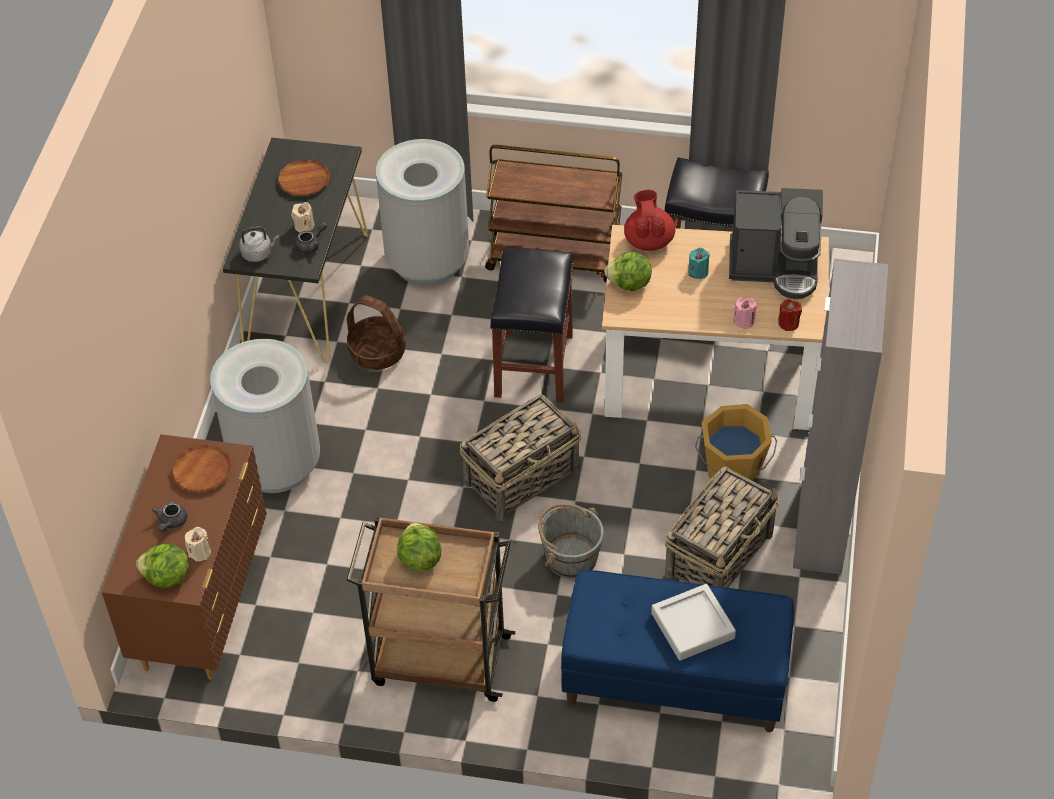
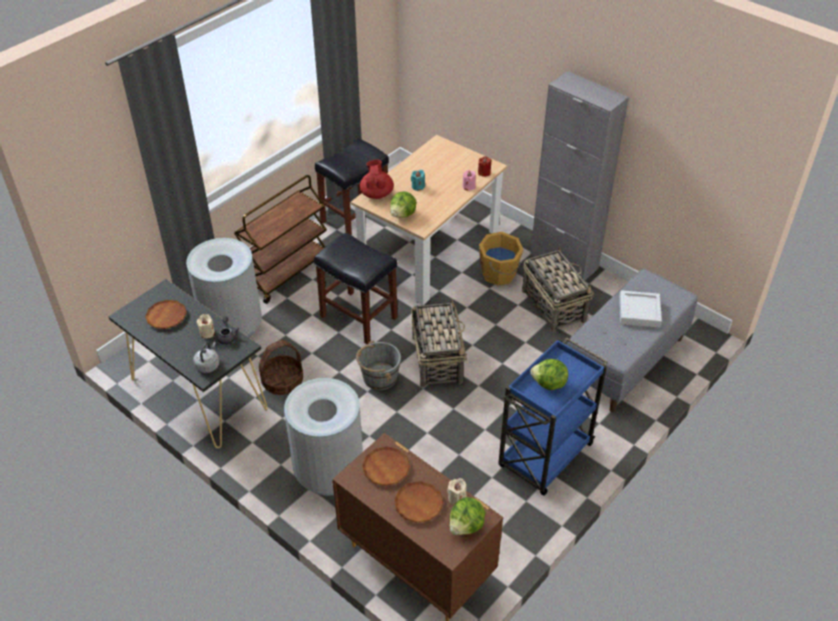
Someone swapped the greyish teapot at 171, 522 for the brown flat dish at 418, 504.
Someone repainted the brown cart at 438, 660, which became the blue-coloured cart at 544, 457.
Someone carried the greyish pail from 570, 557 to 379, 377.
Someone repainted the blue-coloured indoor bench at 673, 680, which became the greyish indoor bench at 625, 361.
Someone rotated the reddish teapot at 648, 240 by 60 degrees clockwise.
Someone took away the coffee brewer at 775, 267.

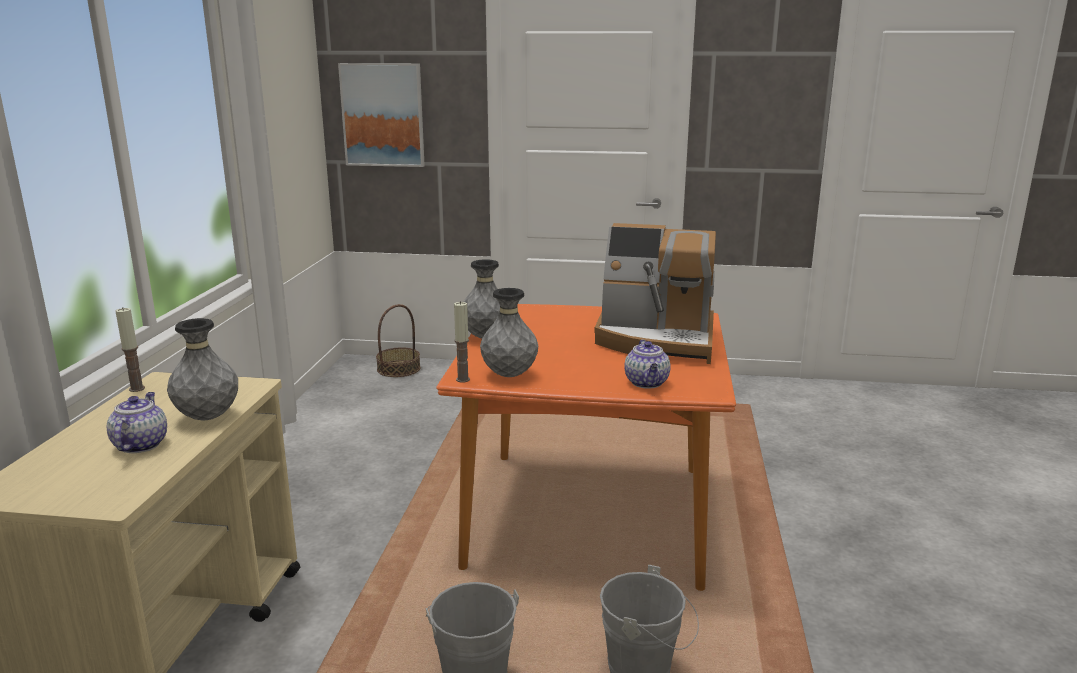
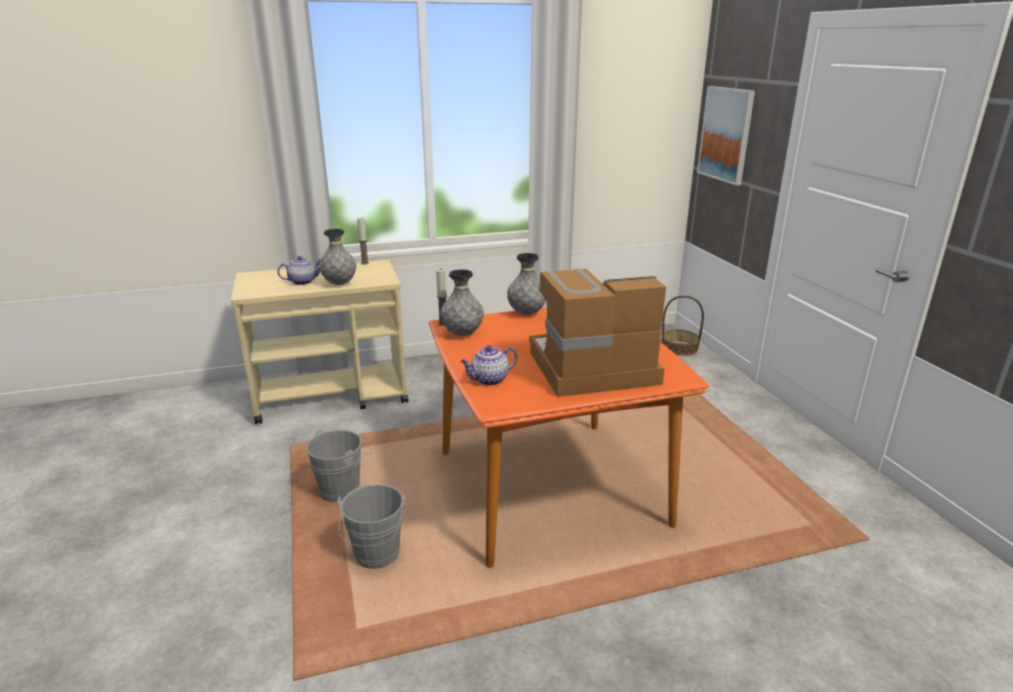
Someone rotated the coffee brewer at 657, 340 by 90 degrees clockwise.

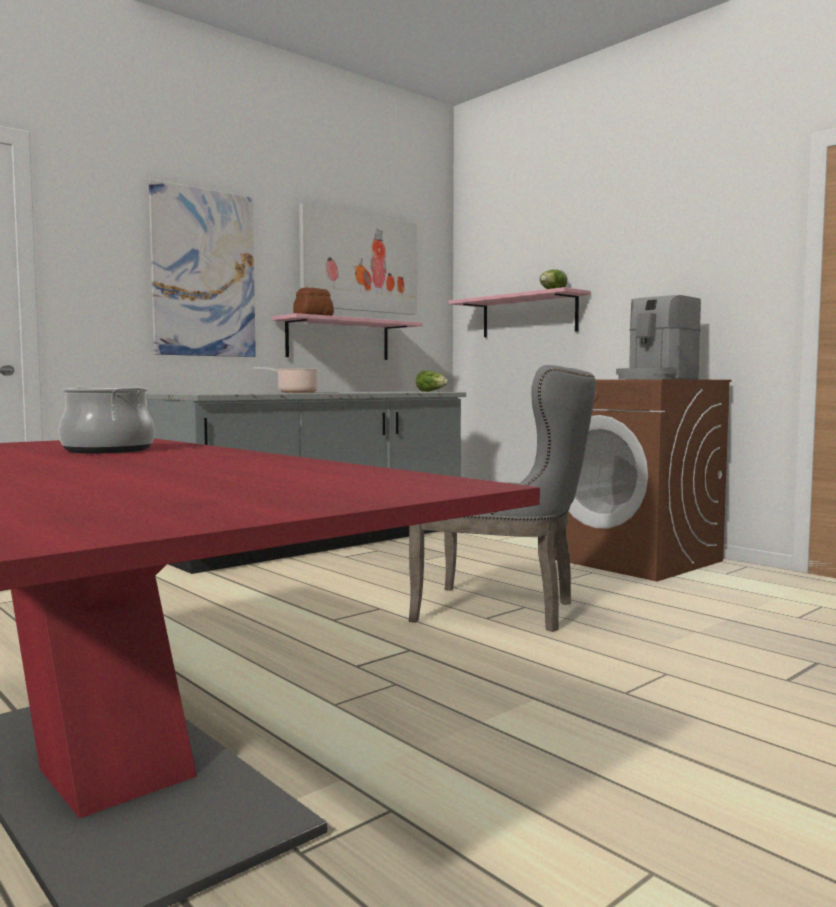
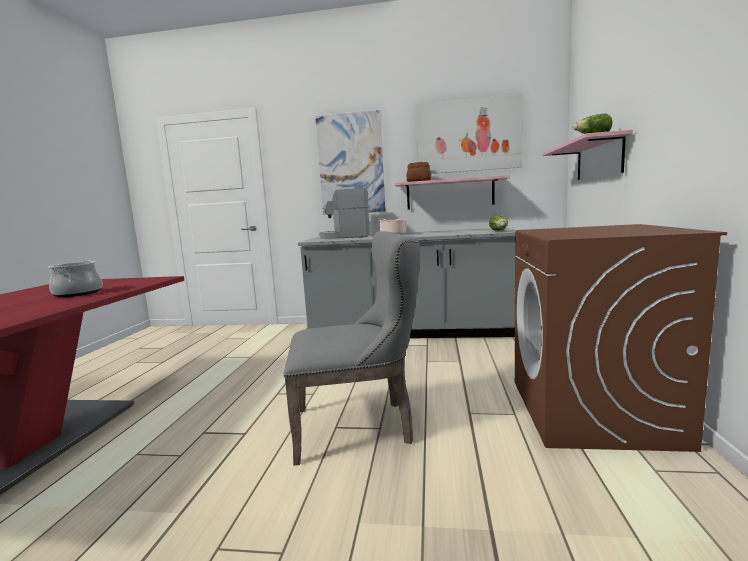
Someone rotated the greyish plain chair at 506, 611 by 75 degrees counterclockwise.
Someone carried the coffee brewer from 655, 379 to 345, 237.

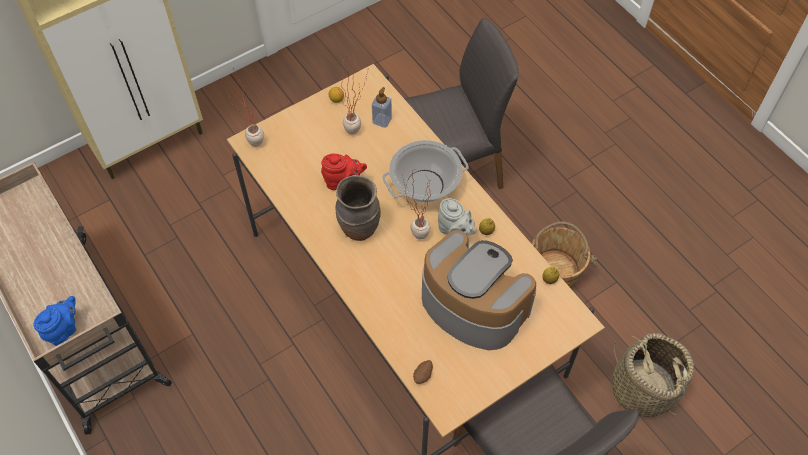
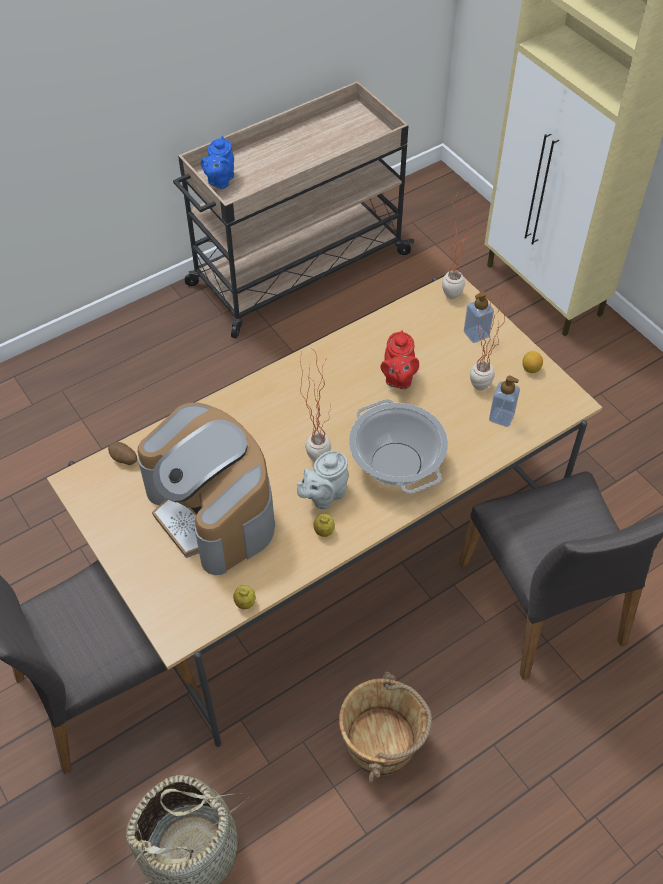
Someone rotated the blue-coloured teapot at 64, 330 by 75 degrees clockwise.
Someone took away the brown flower vase at 358, 228.
Someone rotated the coffee brewer at 472, 305 by 105 degrees clockwise.
Someone put down the liquid soap bottle at 476, 334.

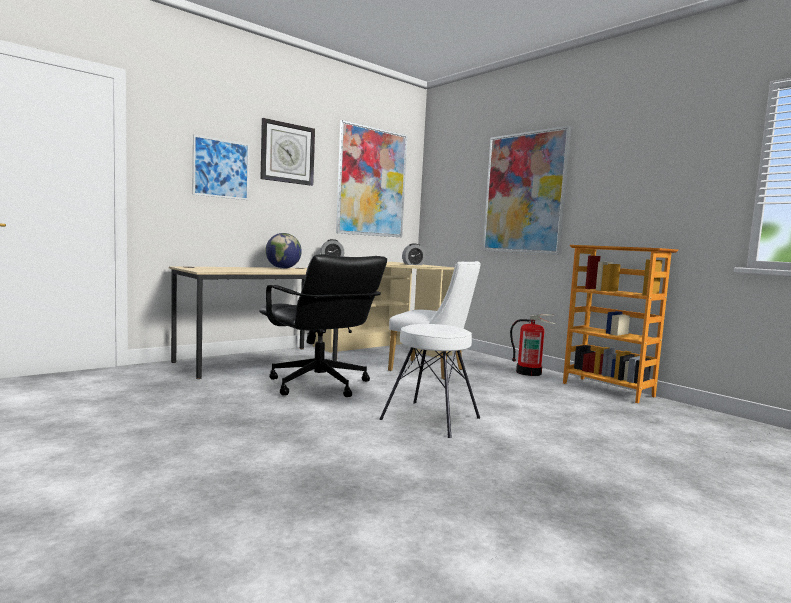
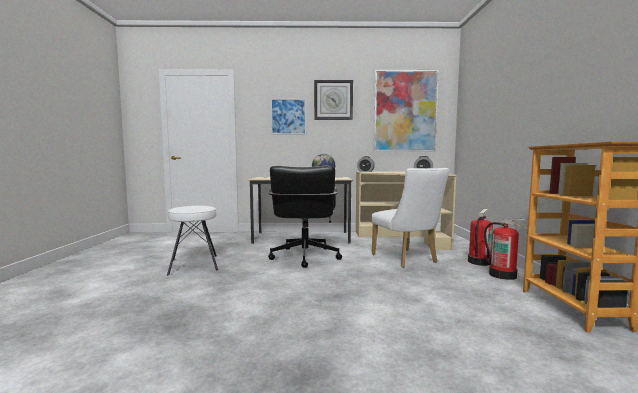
Someone carried the white stool from 430, 418 to 194, 264.
Someone took away the picture at 524, 193.
Someone put down the fire extinguisher at 479, 262.

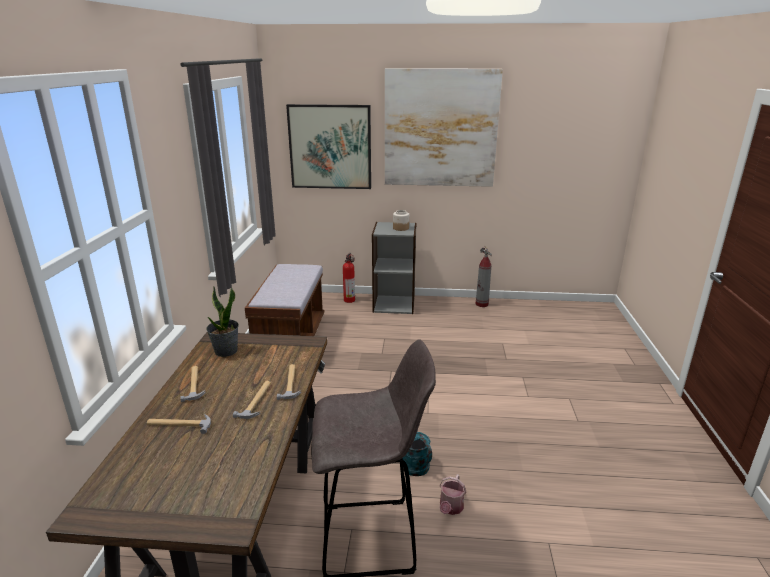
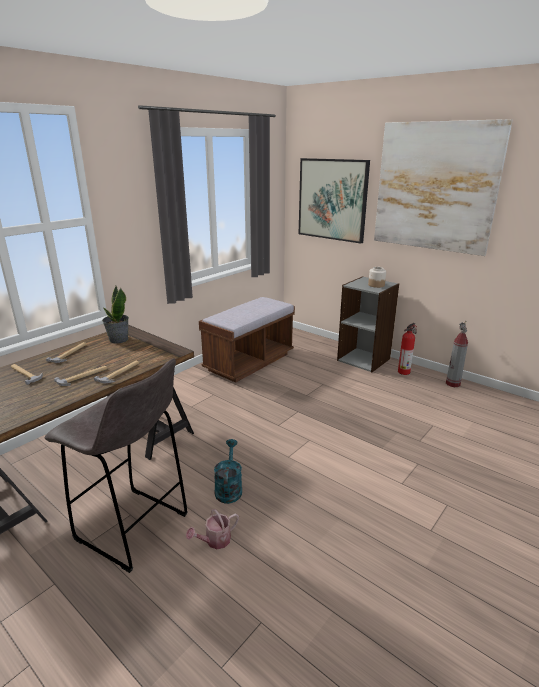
Someone carried the fire extinguisher from 349, 300 to 404, 371.

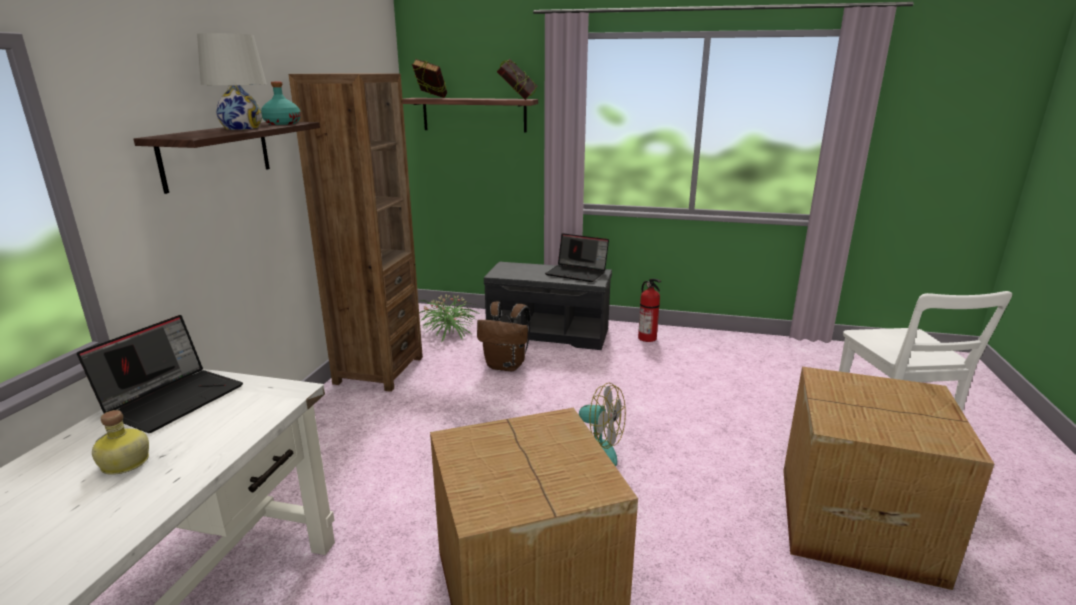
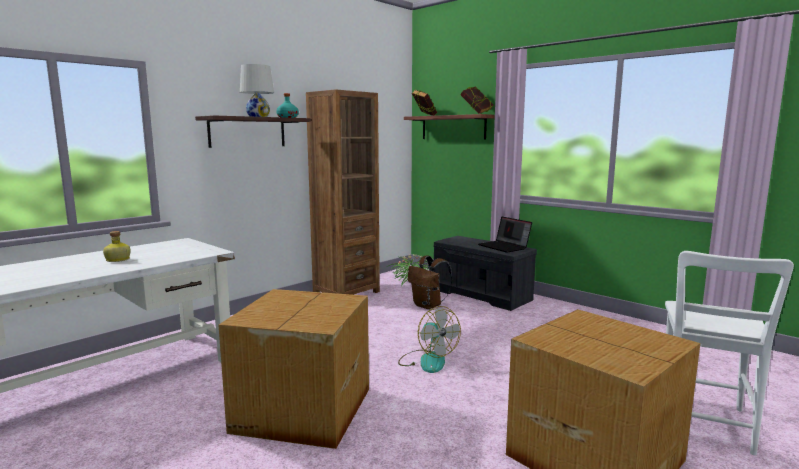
Someone took away the notebook computer at 173, 398.
Someone took away the fire extinguisher at 648, 338.

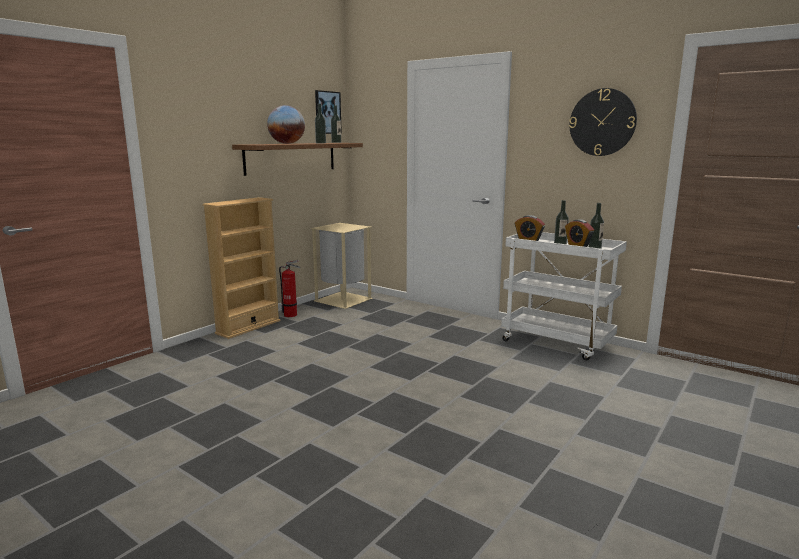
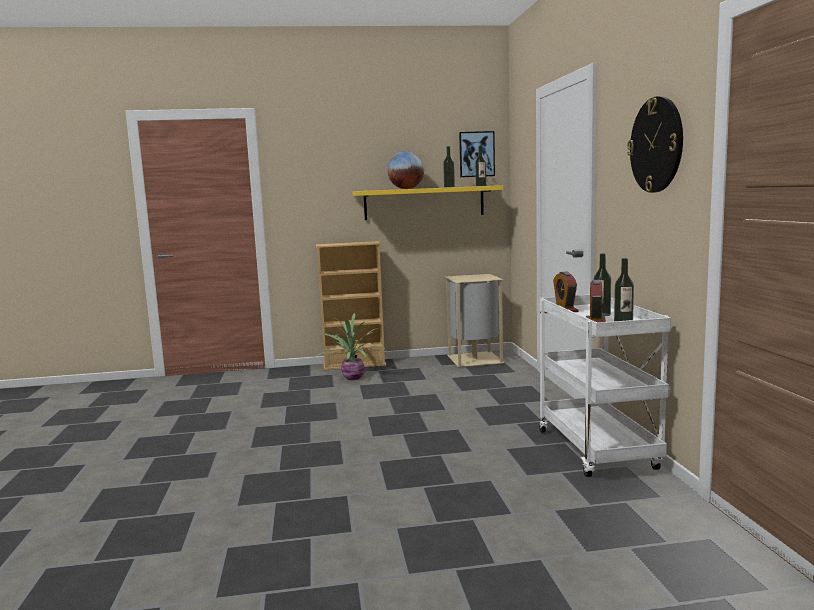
Someone repainted the brown wall shelf at 291, 157, which became the yellow-coloured wall shelf at 424, 203.
Someone took away the fire extinguisher at 292, 315.
Someone put down the plant in a pot at 352, 378.

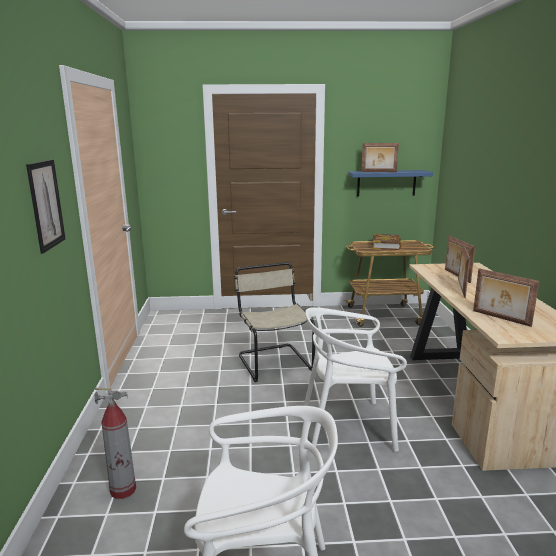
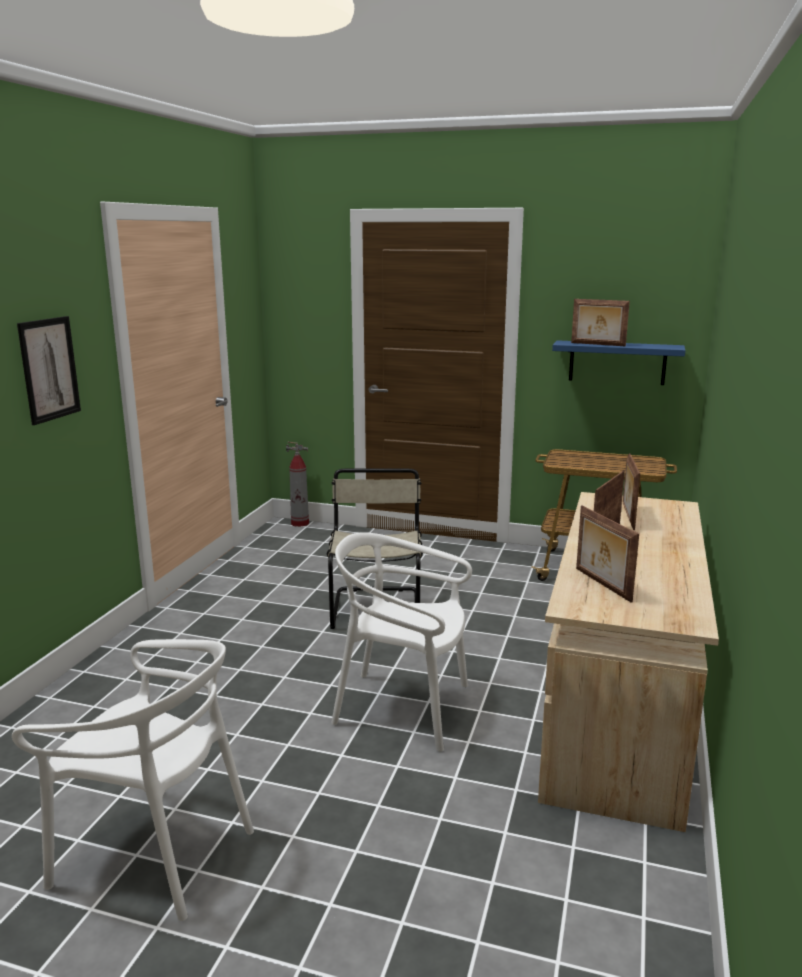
Someone carried the fire extinguisher from 123, 490 to 300, 523.
Someone took away the book at 386, 245.

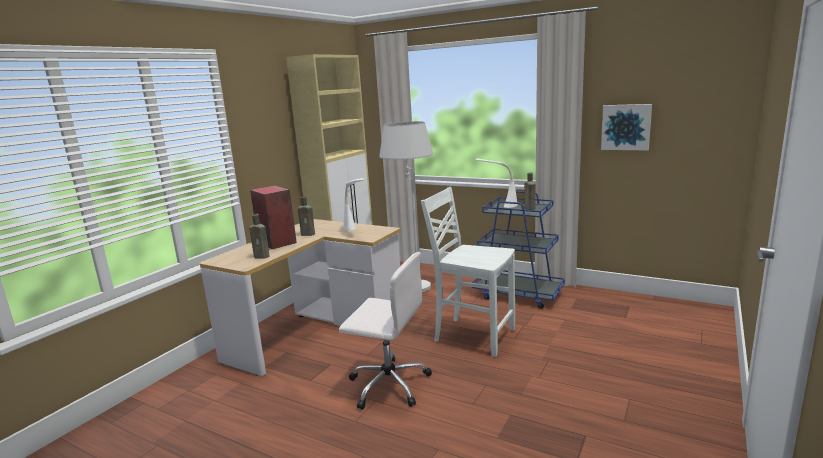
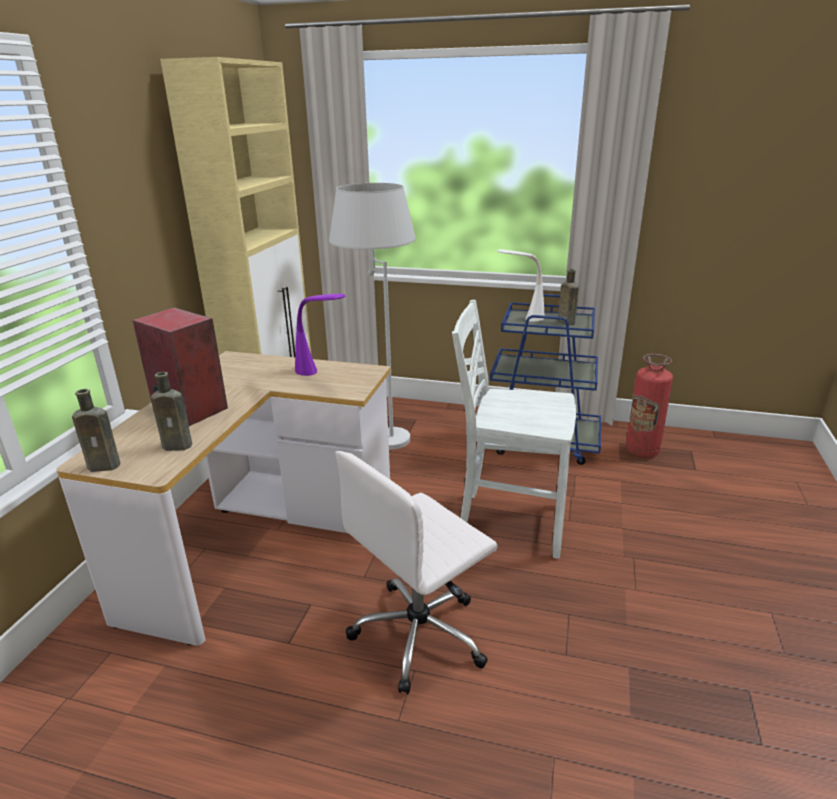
Someone carried the brown bottle from 309, 234 to 106, 466.
Someone rotated the white office chair at 388, 384 by 135 degrees clockwise.
Someone repainted the white table lamp at 356, 232, which became the purplish table lamp at 322, 380.
Someone took away the picture at 626, 127.
Someone put down the fire extinguisher at 642, 451.

